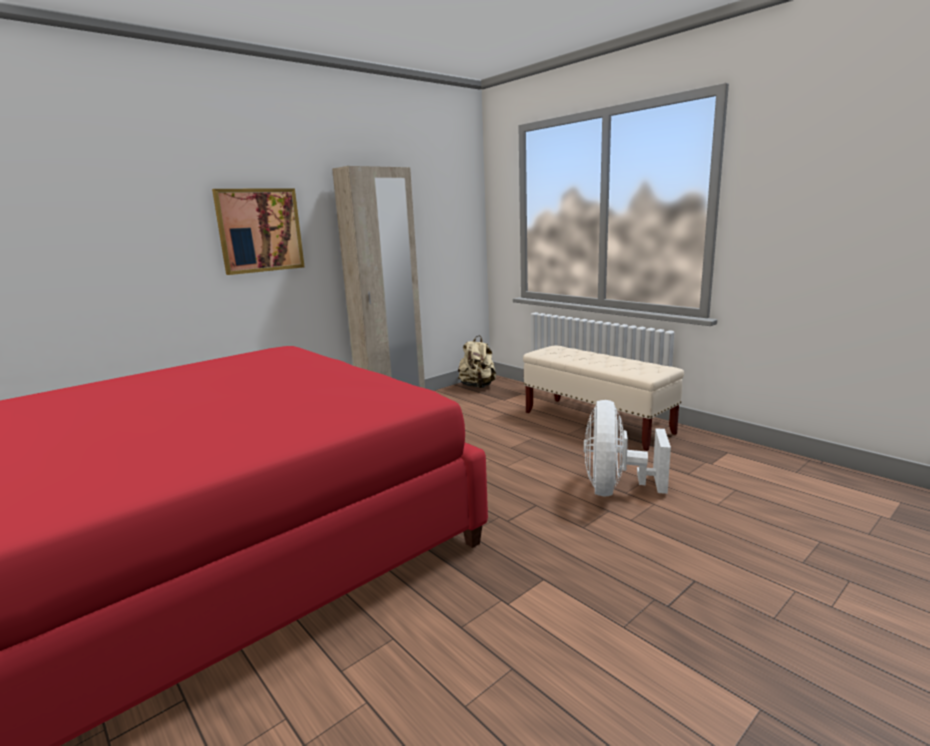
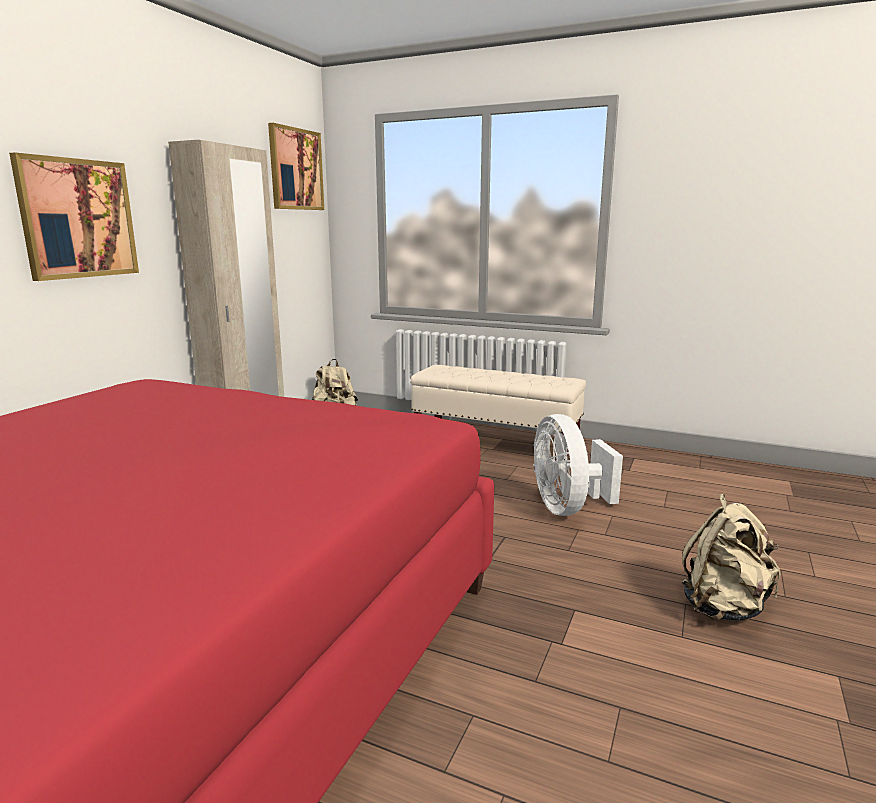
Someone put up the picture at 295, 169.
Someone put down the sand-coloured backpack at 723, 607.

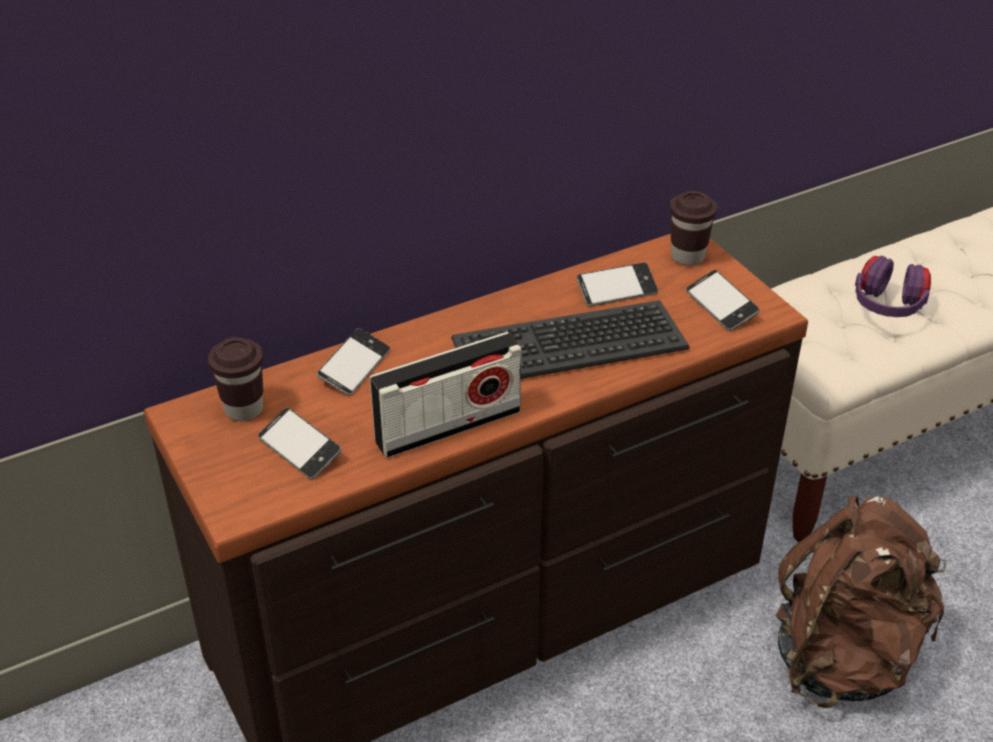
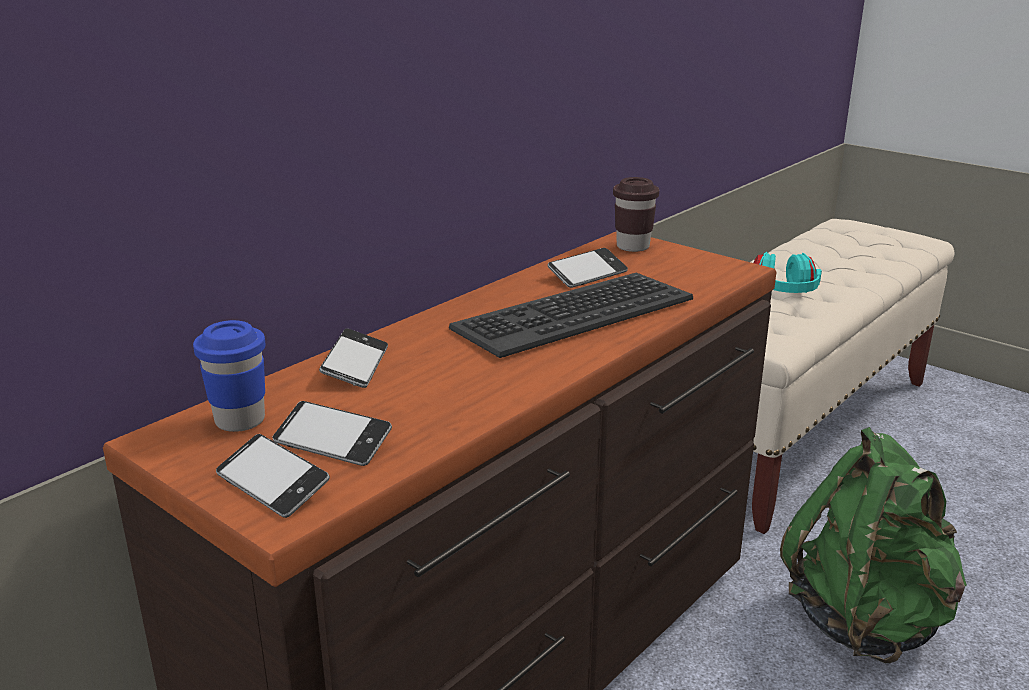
Someone repainted the brown drinking cup at 244, 409, which became the blue-coloured drinking cup at 240, 420.
Someone took away the radio at 448, 426.
Someone carried the handset from 721, 306 to 272, 484.
Someone repainted the brown backpack at 844, 657, which became the greenish backpack at 866, 619.
Someone repainted the purplish headphones at 887, 308, which became the blue-green headphones at 783, 297.

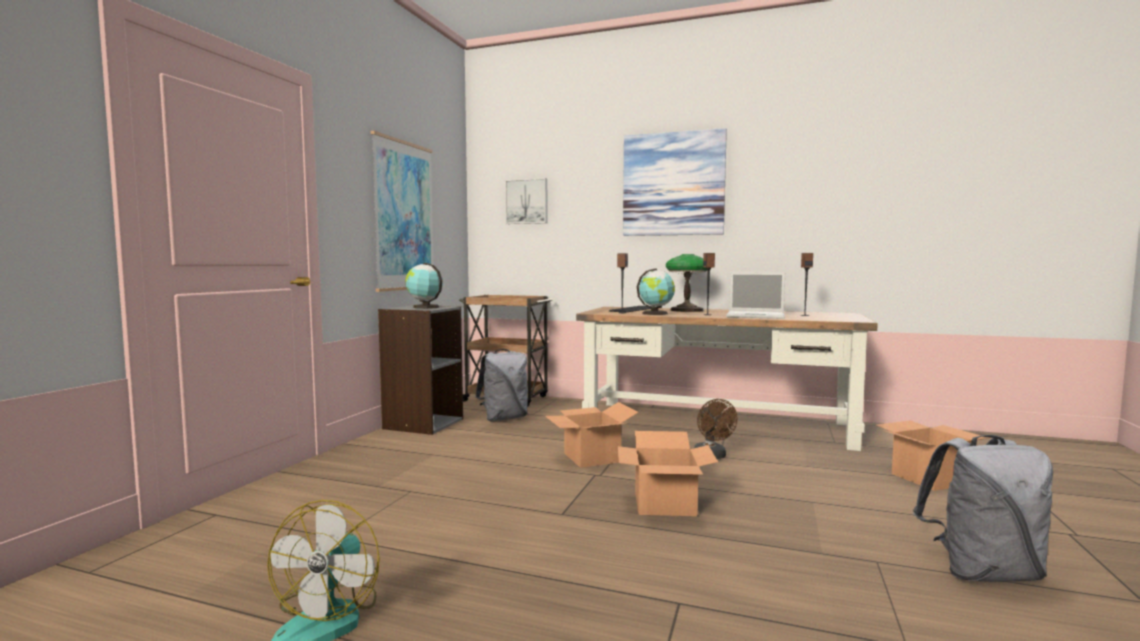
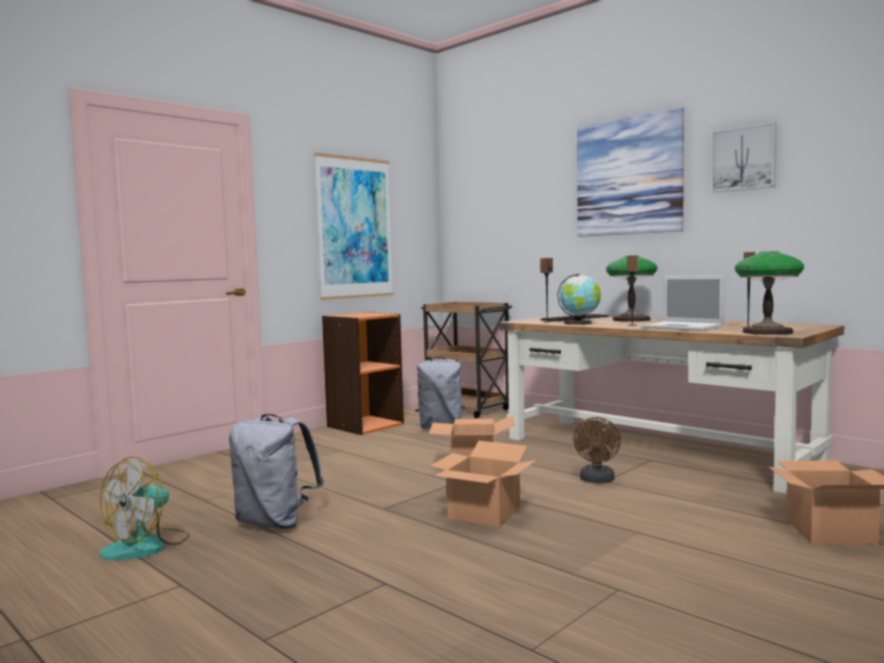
Someone repainted the greyish shelving unit at 423, 423, which became the orange shelving unit at 364, 425.
Someone took away the world globe at 424, 307.
Someone carried the picture from 527, 201 to 744, 158.
Someone carried the greyish backpack from 982, 572 to 275, 523.
Someone put down the table lamp at 768, 332.

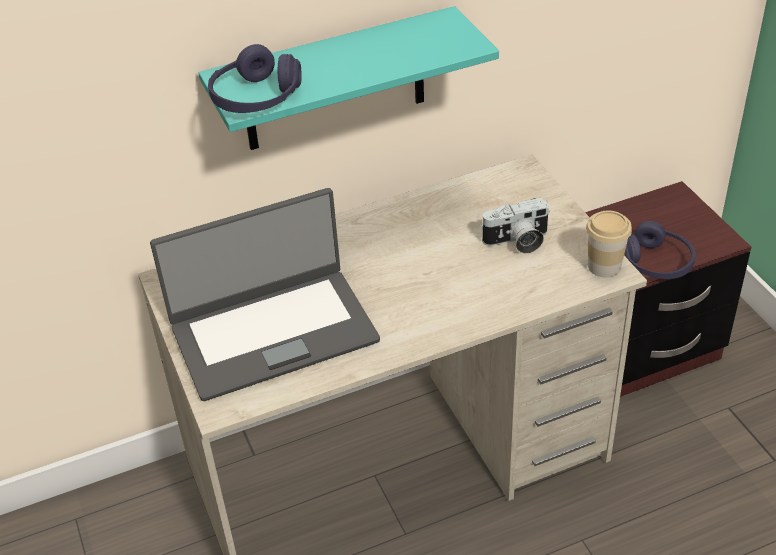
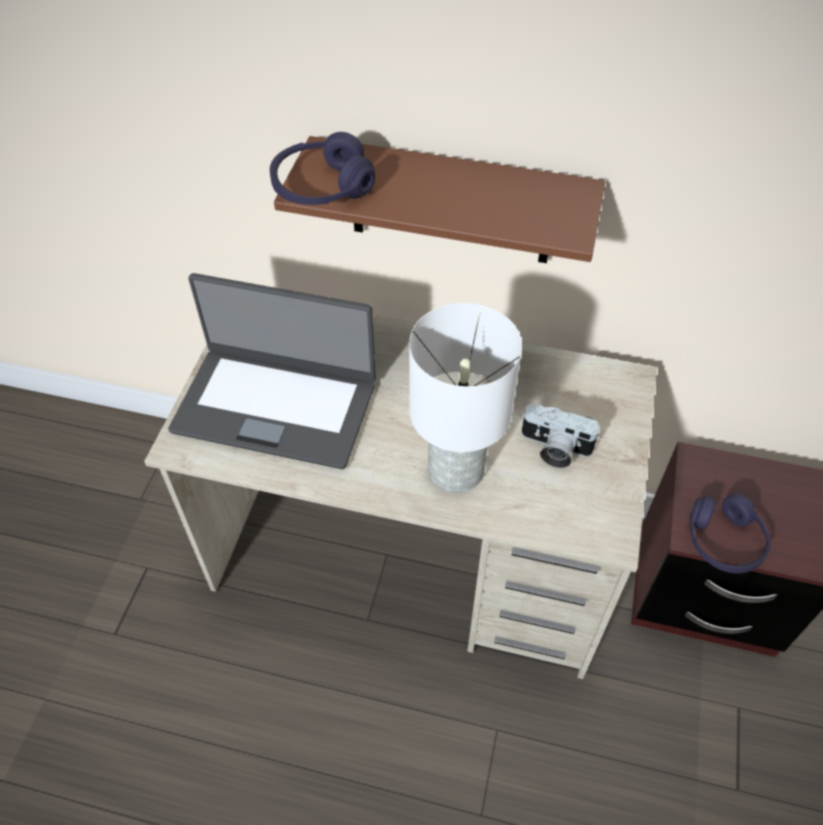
Someone repainted the blue-green wall shelf at 334, 81, which became the brown wall shelf at 451, 203.
Someone took away the drinking cup at 604, 266.
Someone put down the white table lamp at 457, 468.

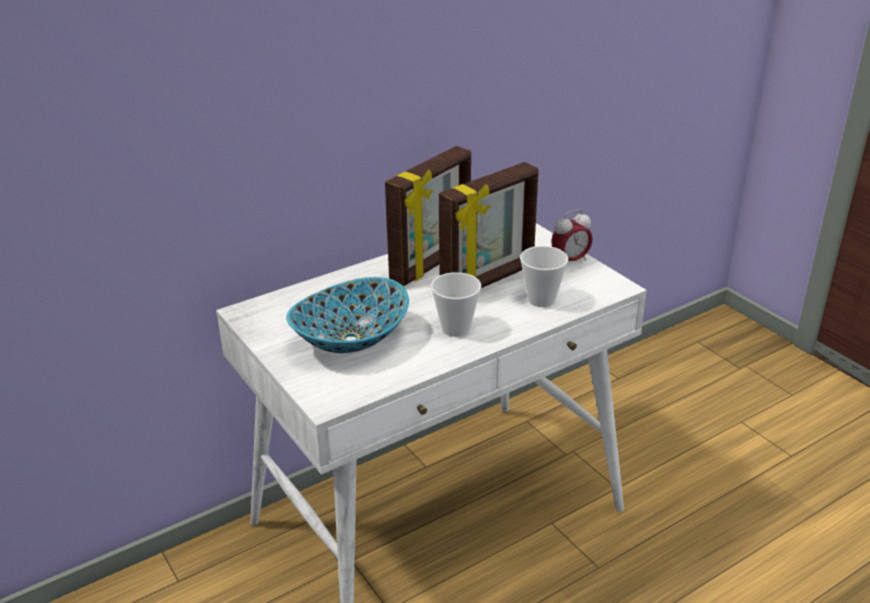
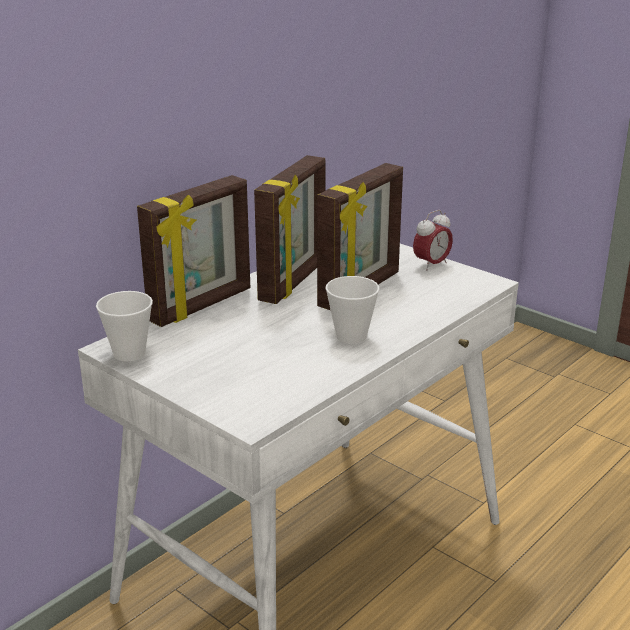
Someone took away the bowl at 349, 339.
Someone carried the drinking cup from 541, 300 to 129, 353.
Someone put down the standing frame at 202, 306.

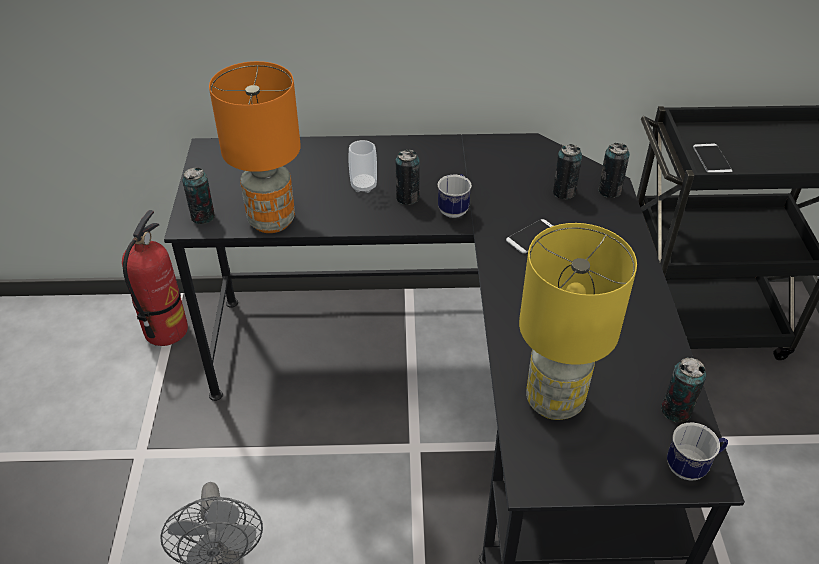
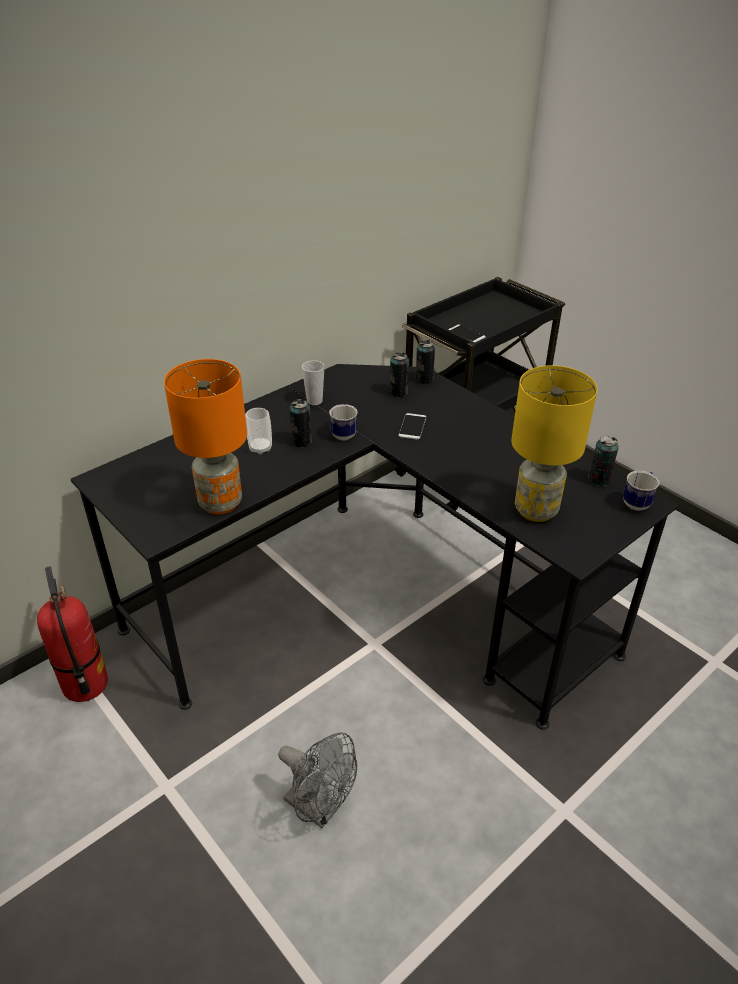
Someone took away the sealed can at 203, 217.
Someone put down the drinking cup at 314, 401.

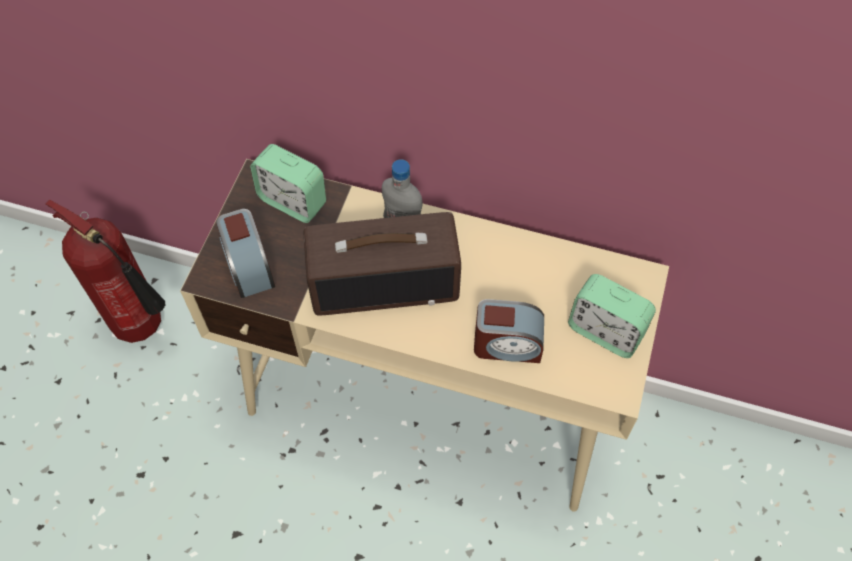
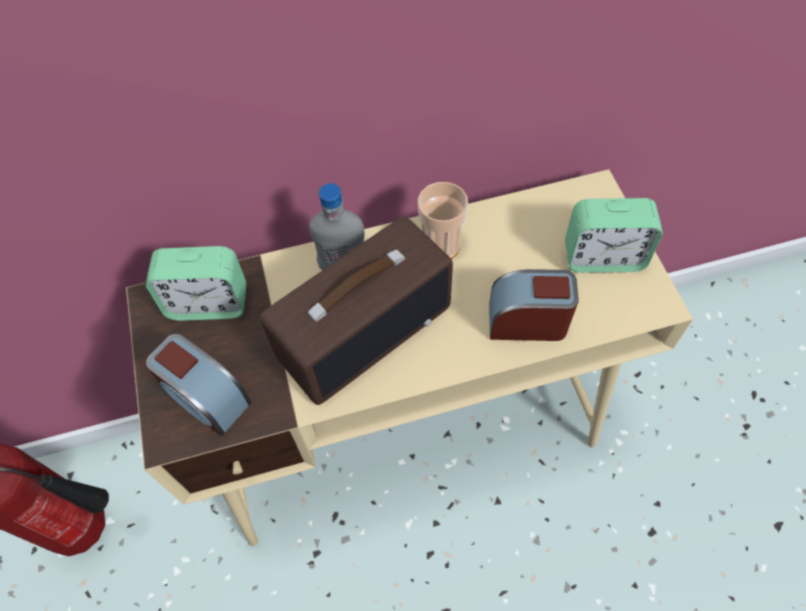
Someone rotated the bedside clock at 507, 344 by 150 degrees counterclockwise.
Someone put down the drinking cup at 441, 246.

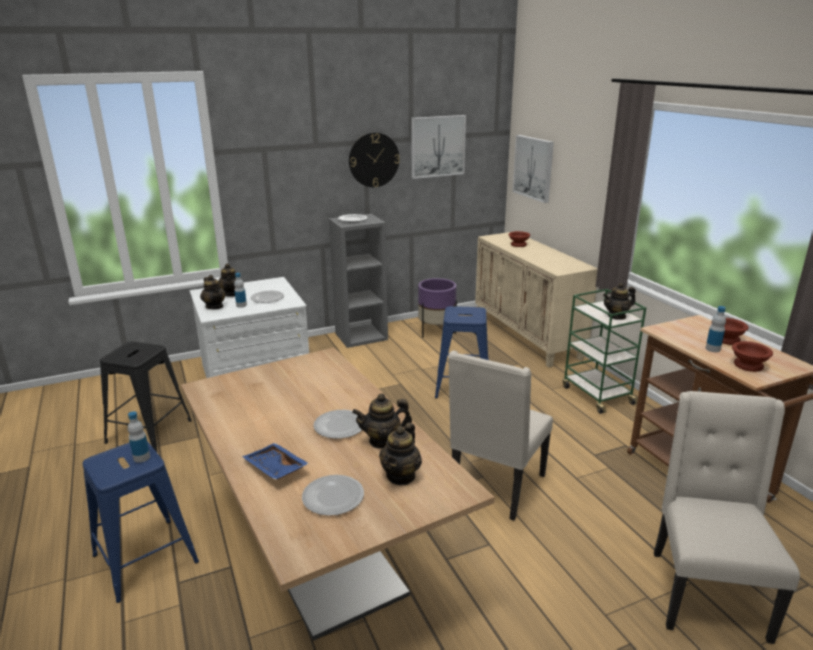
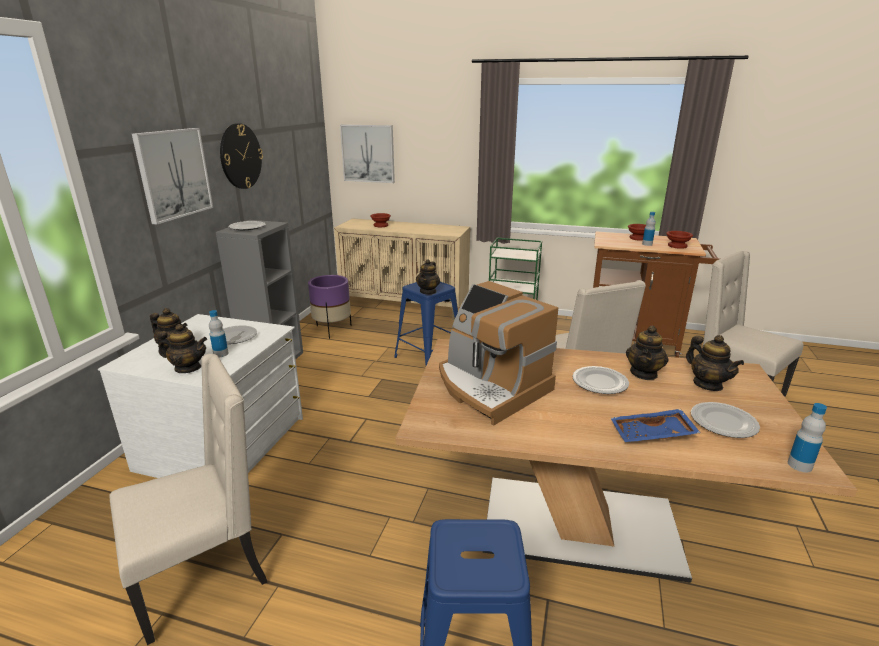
Someone swapped the black stool at 149, 431 for the sand-coloured plain chair at 204, 574.
Someone carried the bottle from 141, 457 to 799, 465.
Someone carried the picture from 437, 146 to 173, 174.
Someone carried the teapot from 617, 316 to 428, 291.
Someone put down the coffee brewer at 490, 387.

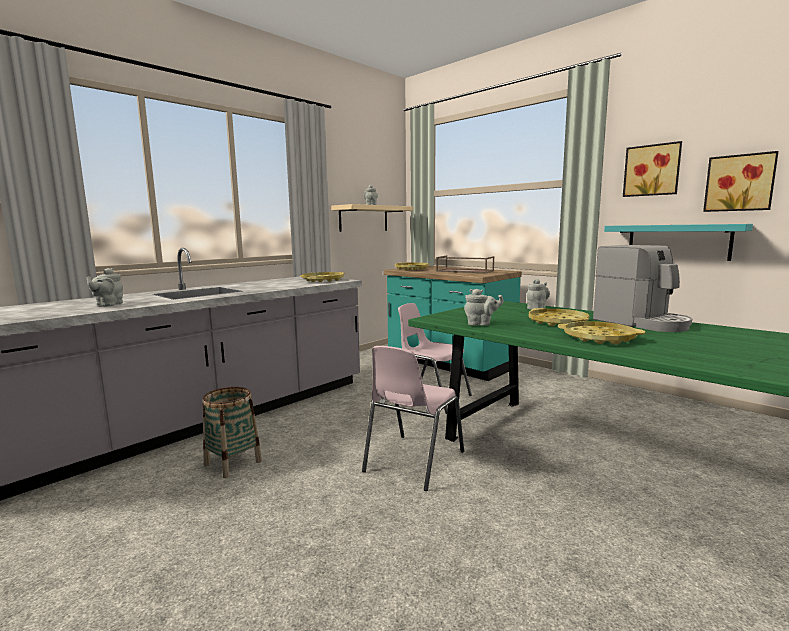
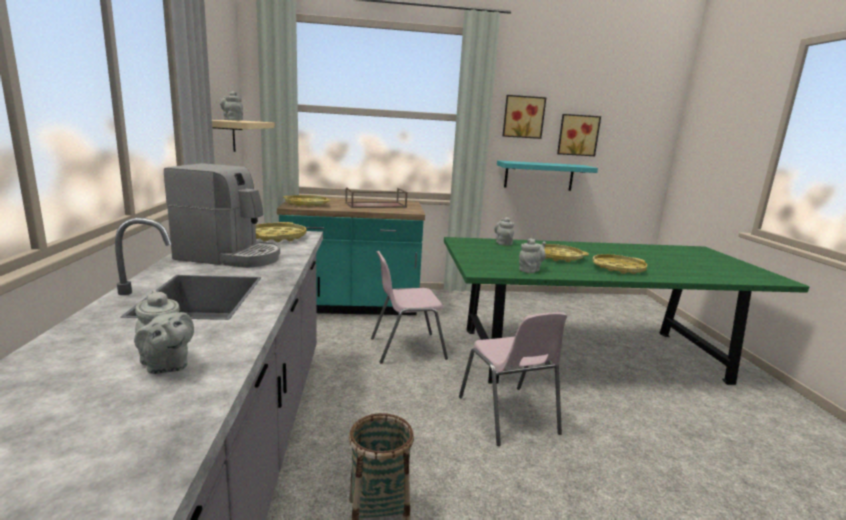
Someone carried the coffee brewer from 641, 323 to 230, 256.

